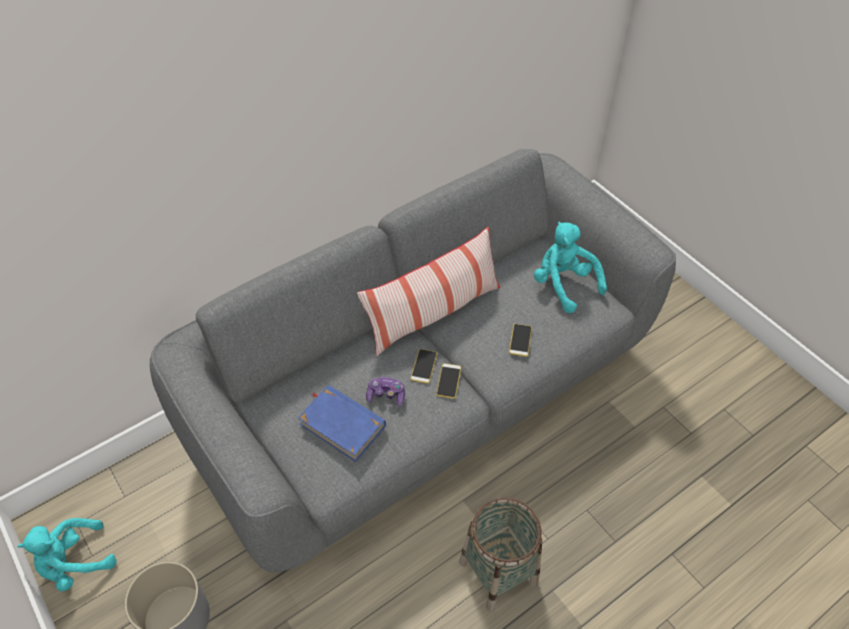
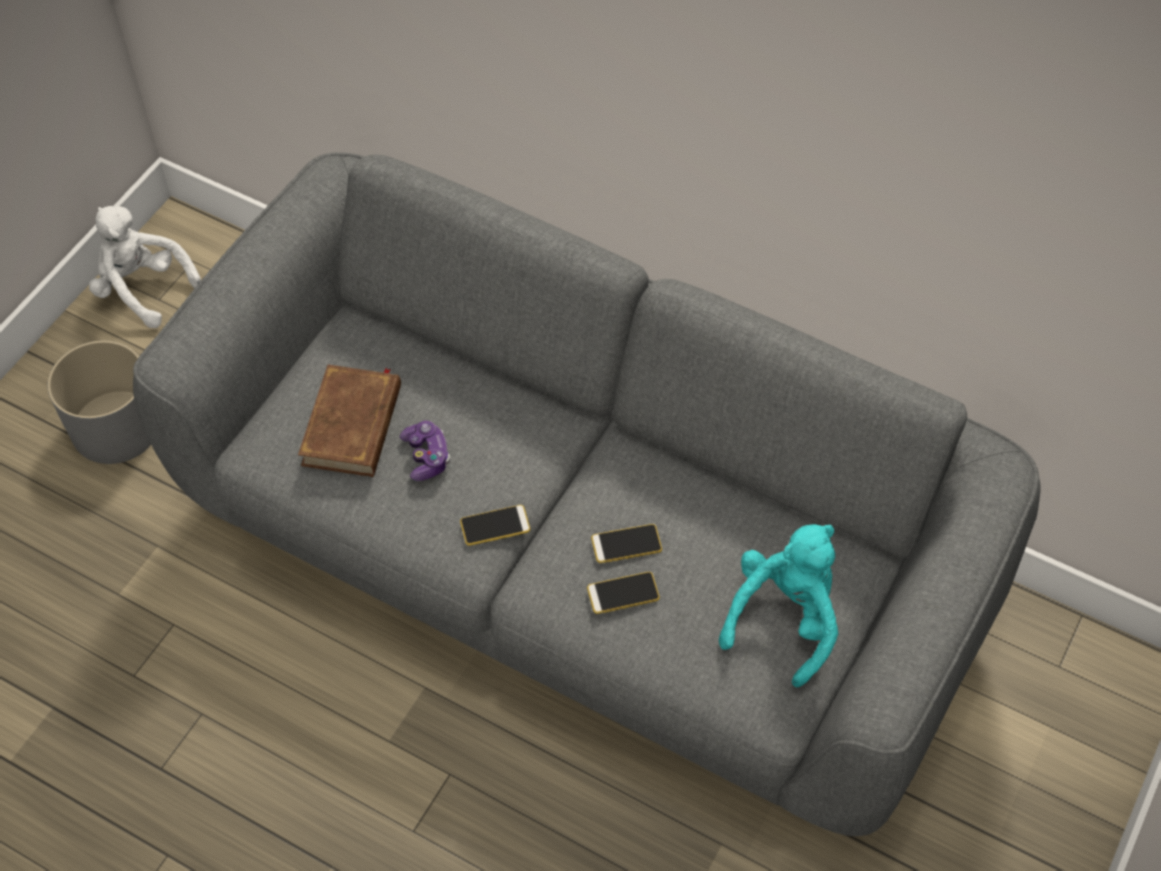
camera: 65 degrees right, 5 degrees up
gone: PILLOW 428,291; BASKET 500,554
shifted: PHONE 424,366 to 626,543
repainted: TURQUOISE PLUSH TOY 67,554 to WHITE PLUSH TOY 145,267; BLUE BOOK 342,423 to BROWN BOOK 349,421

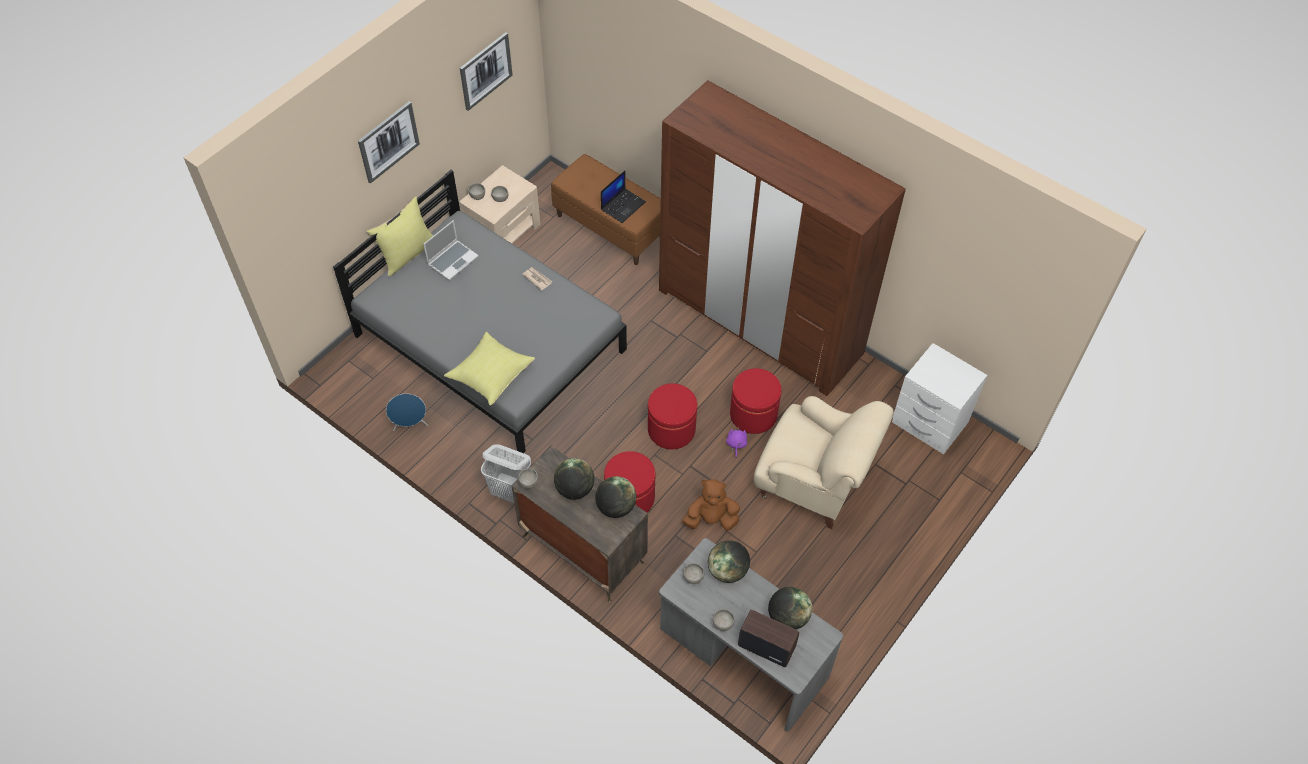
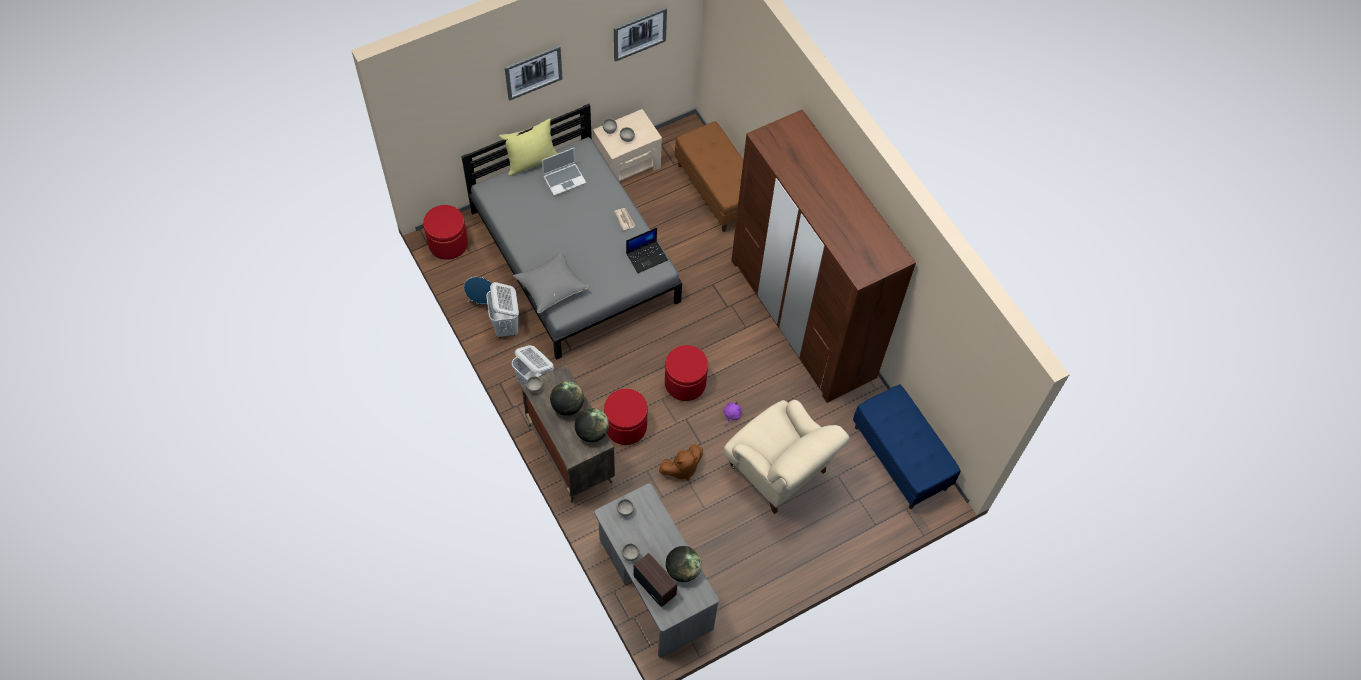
camera: 20 degrees right, 5 degrees up
gone: GLOBE 729,561
new: WHITE LAUNDRY BASKET 502,310
shifted: LAPTOP 623,197 to 647,250; RED OTTOMAN 756,401 to 445,232
swapped: WHITE NIGHTSTAND 939,398 to BLUE BENCH 907,446
repainted: YELLOW PILLOW 489,368 to GREY PILLOW 551,282
rotated: BROWN PLUSH TOY 711,505 = 681,462 135 degrees clockwise

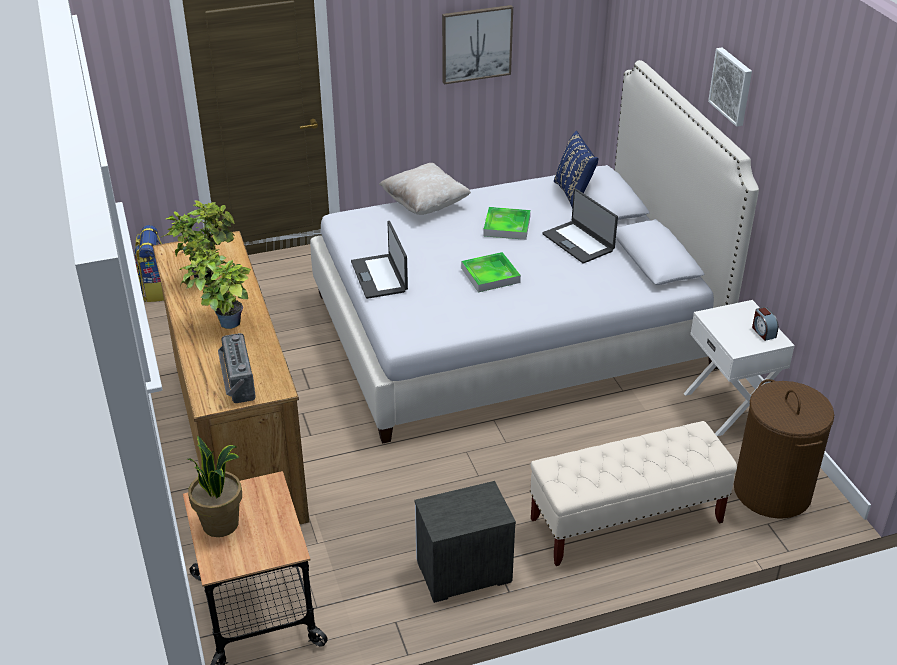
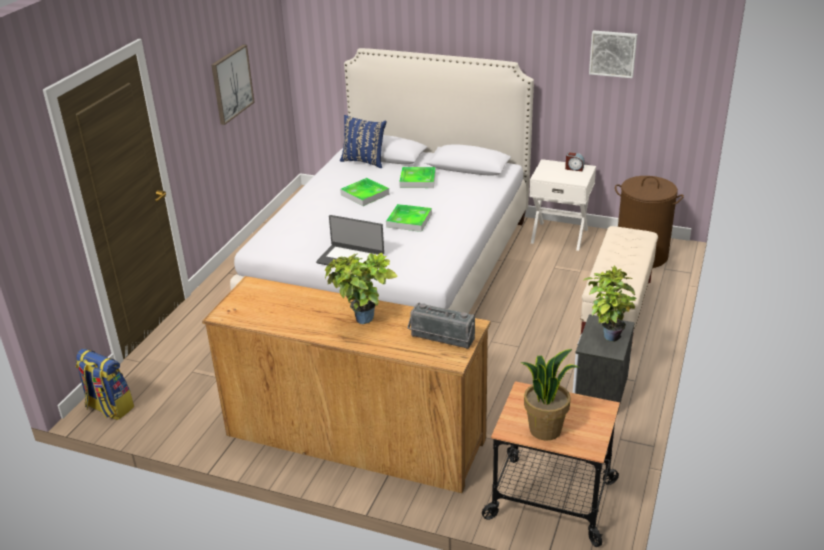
camera: 50 degrees left, 5 degrees down
gone: BEIGE PILLOW 425,189
shifted: POTTED PLANT 198,243 to 610,304; PICTURE 730,87 to 613,54
swapped: LAPTOP 580,226 to TRAY 417,177

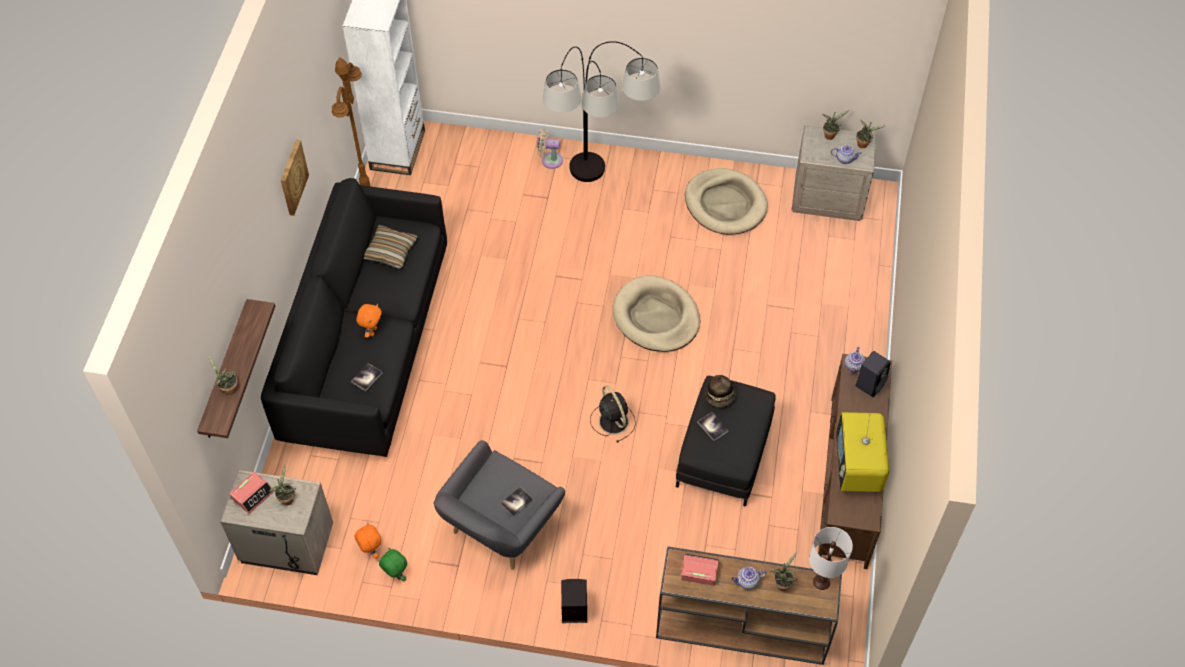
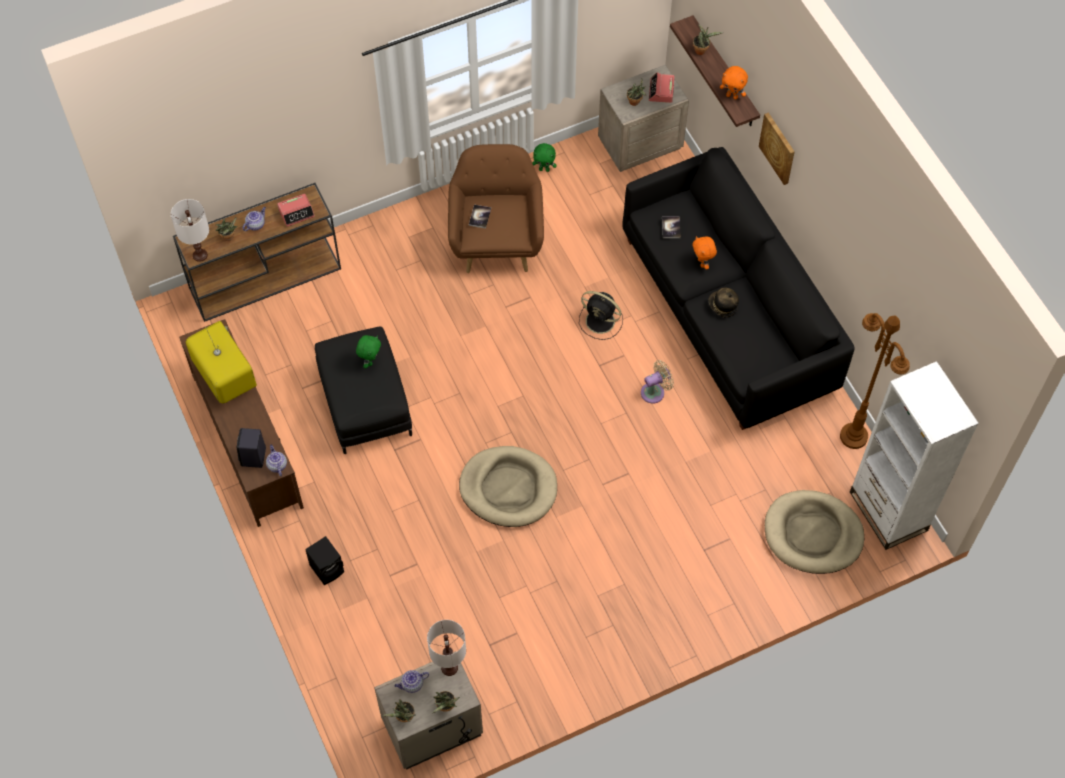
camera: 145 degrees right, 5 degrees up
gone: PILLOW 390,247; FLOOR LAMP 602,111
new: WHITE TABLE LAMP 446,648
shifted: PICTURE 295,178 to 777,149; ORANGE PLUSH TOY 368,541 to 734,83; BEIGE FAN 550,148 to 657,382; BLACK SPEAKER 574,601 to 324,560; BLACK FAN 613,414 to 601,315; BEIGE DOG BED 726,201 to 814,532; HAT 720,391 to 723,302
swapped: BOOK 713,426 to GREEN PLUSH TOY 368,351
repainted: GREY ARMCHAIR 499,505 to BROWN ARMCHAIR 496,208

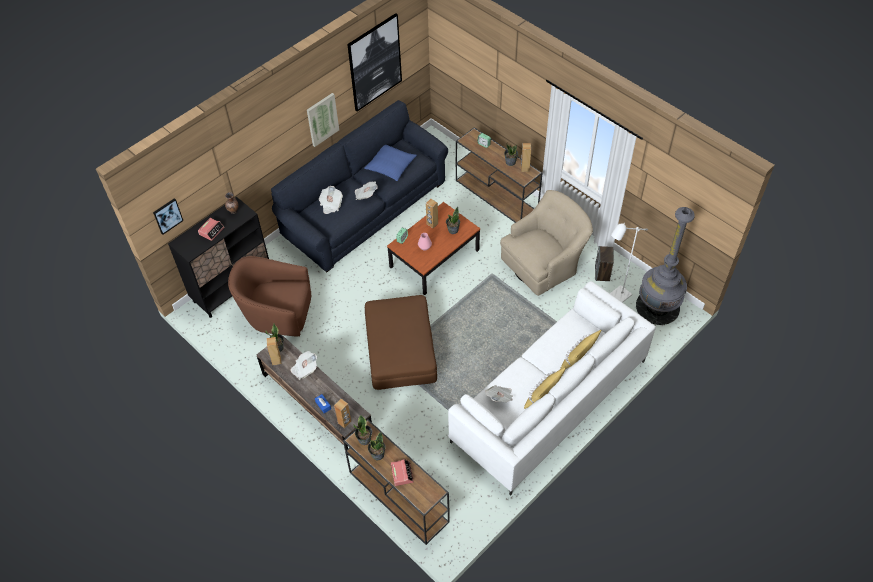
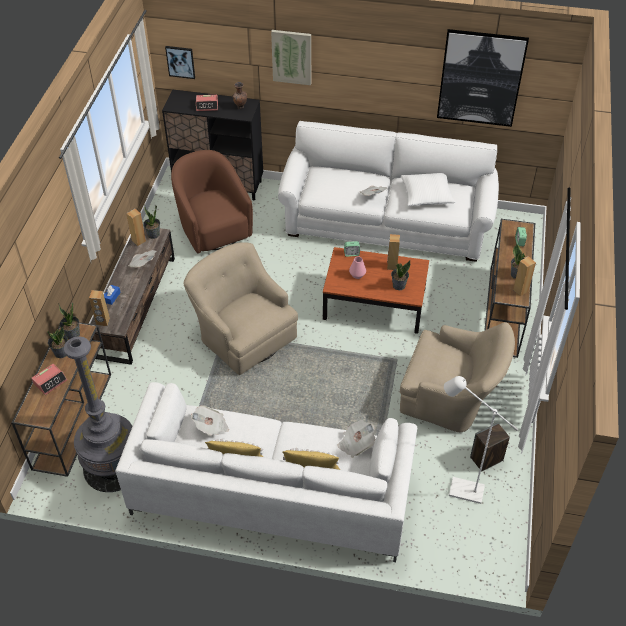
camera: 55 degrees right, 5 degrees down
shifted: PICTURE 323,120 to 291,57; NEWSPAPER 331,200 to 356,439; GREY FLOOR LAMP 665,266 to 98,414
swapped: BROWN OTTOMAN 401,342 to BEIGE ARMCHAIR 241,308
repainted: BLUE SOFA 359,186 to WHITE SOFA 388,191; BLUE PILLOW 390,163 to WHITE PILLOW 428,189

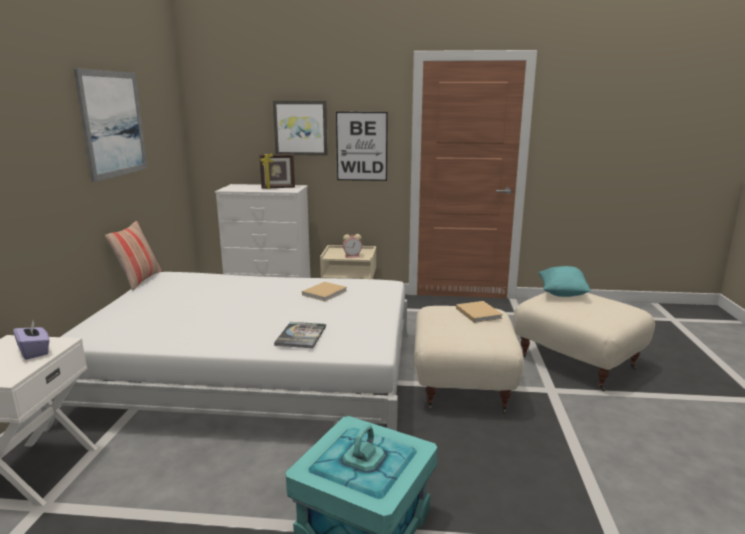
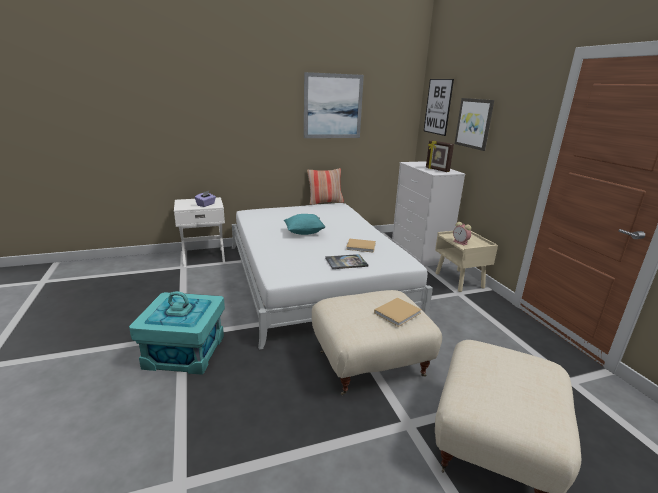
camera: 65 degrees right, 5 degrees up
shifted: BOOK 300,335 to 346,261; PICTURE 362,146 to 439,107; TURQUOISE PILLOW 564,281 to 305,224

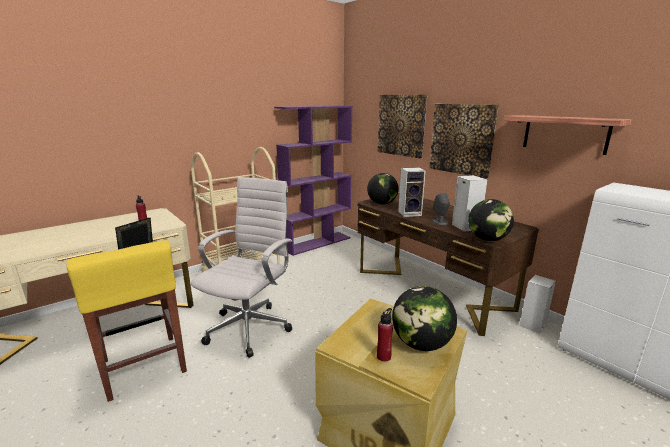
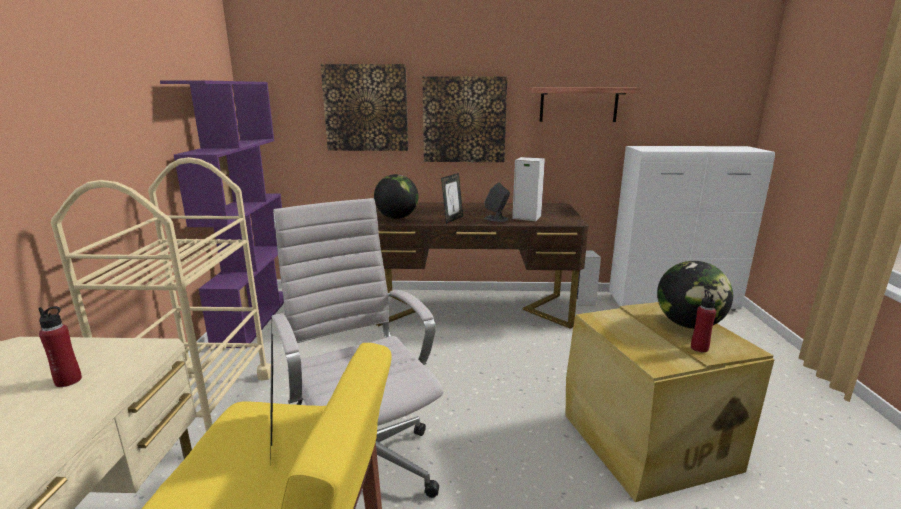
camera: 50 degrees left, 0 degrees up
gone: GLOBE 491,220
swapped: SPEAKER 411,192 to PICTURE FRAME 452,198

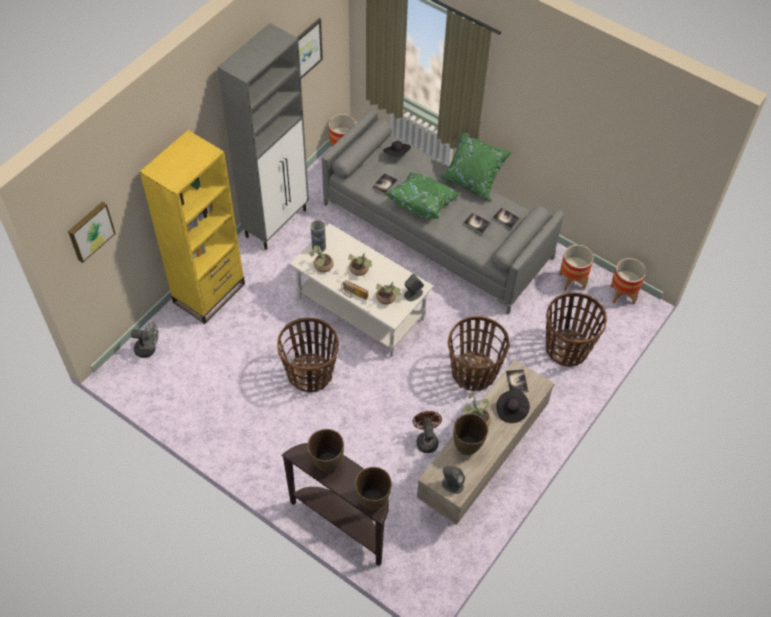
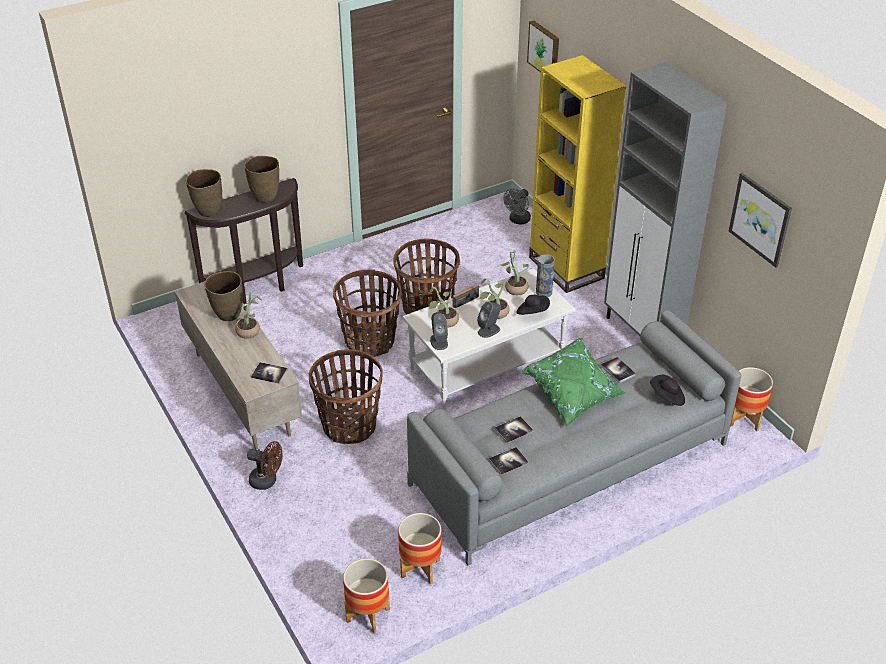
camera: 115 degrees right, 15 degrees down
gone: GREEN PILLOW 476,167
shifted: BROWN FAN 427,432 to 265,465; GREY SPEAKER 453,480 to 489,320; BLACK HAT 513,406 to 533,305; BASKET 576,329 to 367,313

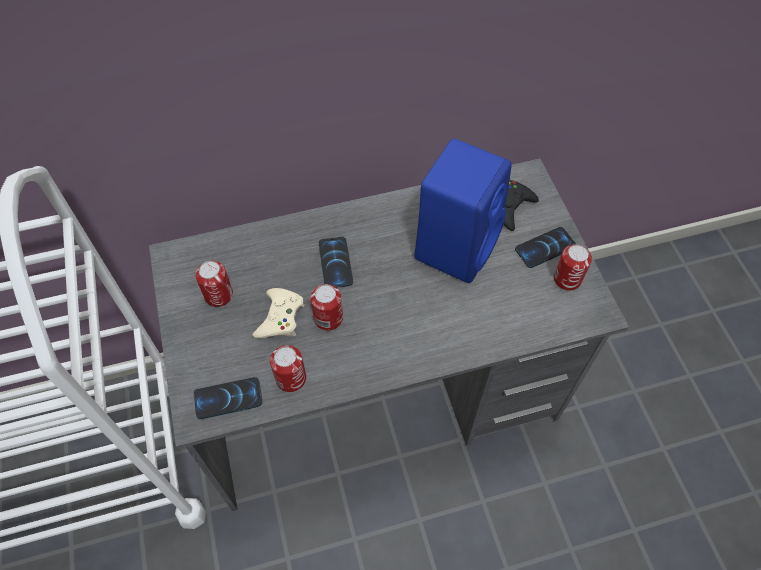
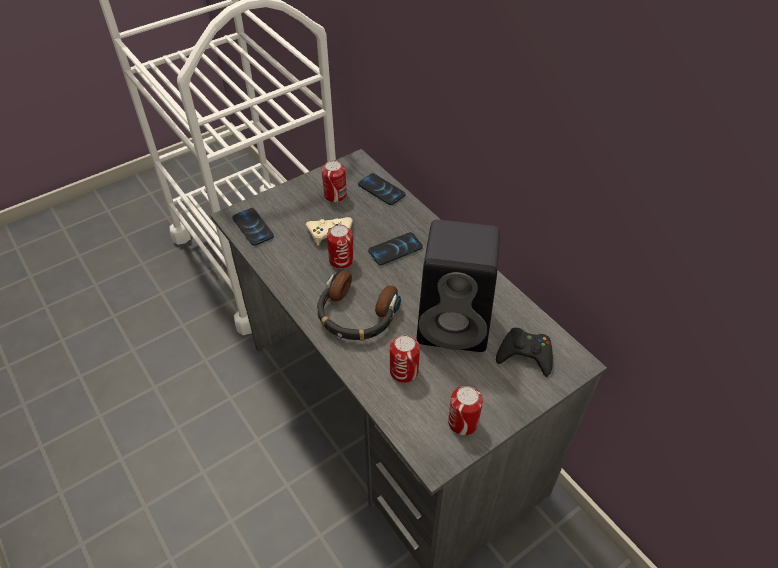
camera: 70 degrees right, 10 degrees down
new: HEADPHONES 359,306
shifted: CAN 288,368 to 405,359; PHONE 545,247 to 381,189
repainted: BLUE SPEAKER 463,211 to BLACK SPEAKER 458,286

